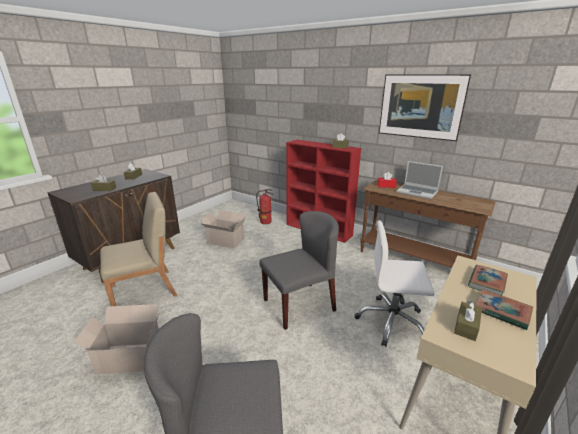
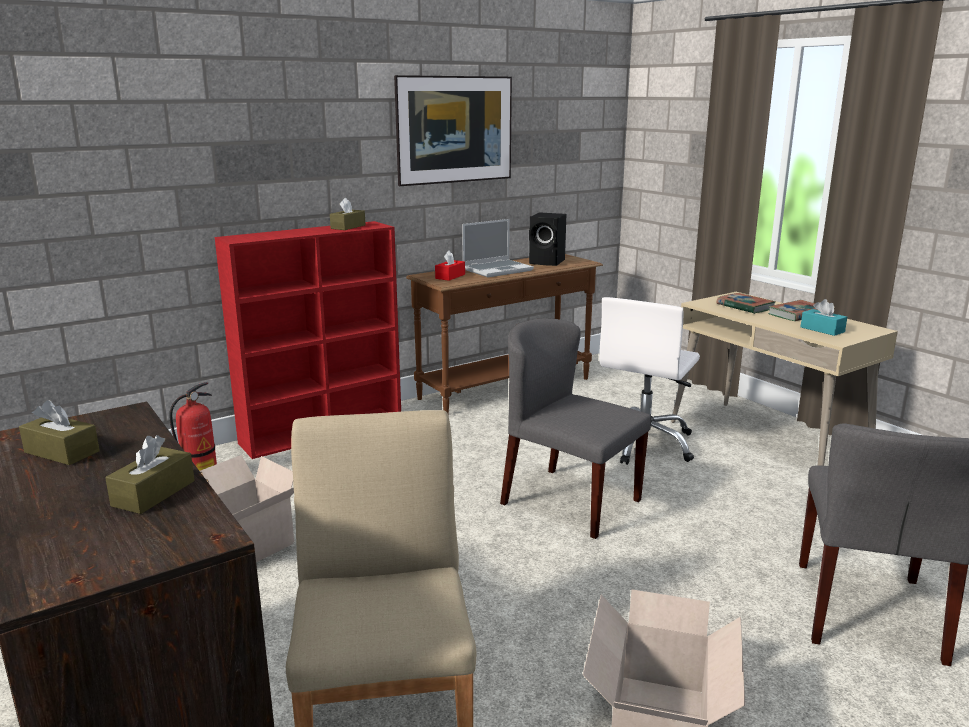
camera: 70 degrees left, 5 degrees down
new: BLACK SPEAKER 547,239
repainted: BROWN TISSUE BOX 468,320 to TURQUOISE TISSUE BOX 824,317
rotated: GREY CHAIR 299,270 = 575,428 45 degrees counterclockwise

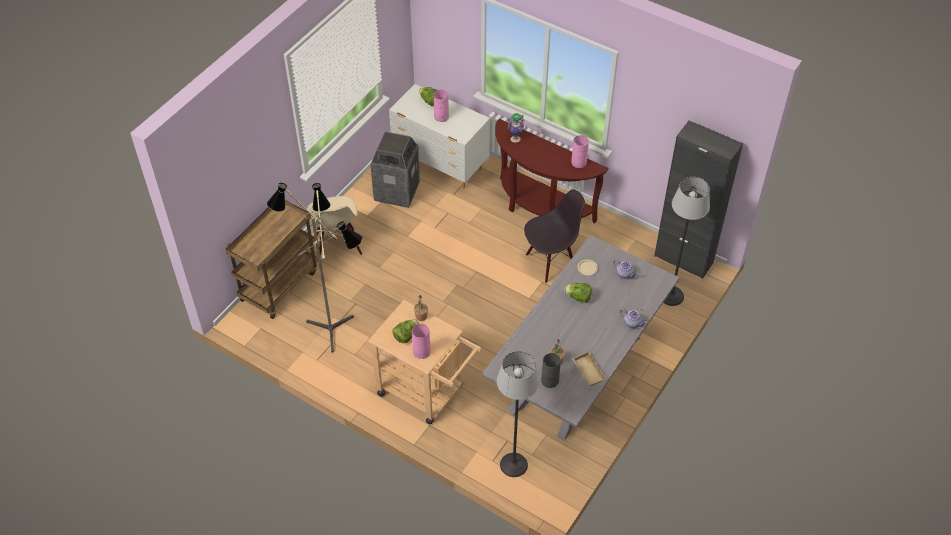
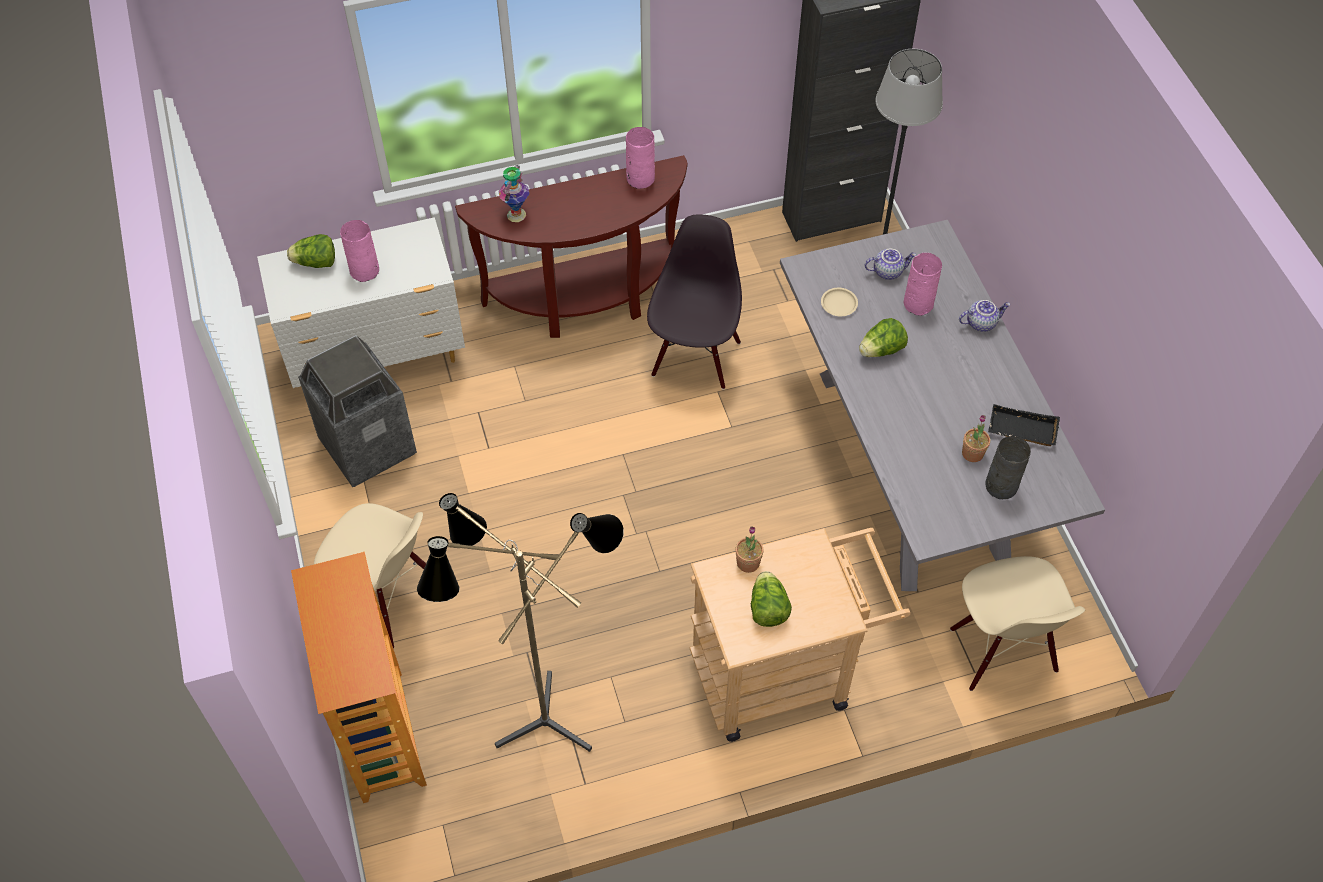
camera: 50 degrees left, 5 degrees up
shifted: PINK VASE 421,341 to 923,284
swapped: BROWN CART 271,259 to BOOKCASE 359,677; FLOOR LAMP 518,414 to BEIGE CHAIR 1017,623
repainted: BEIGE TRAY 589,369 to BLACK TRAY 1024,425

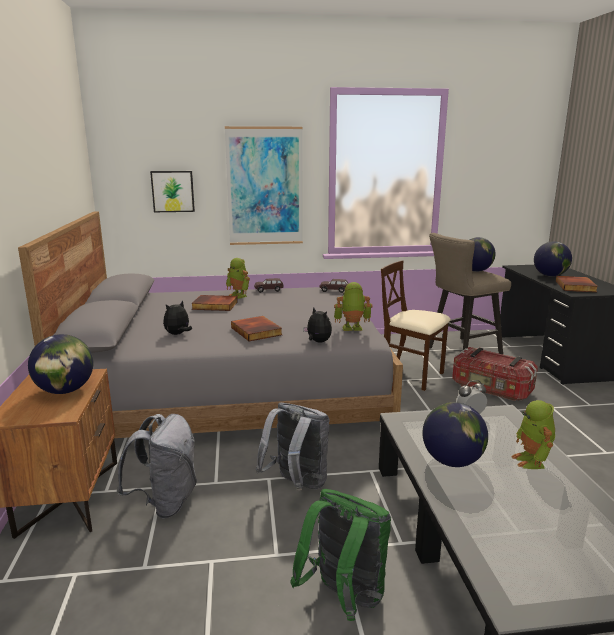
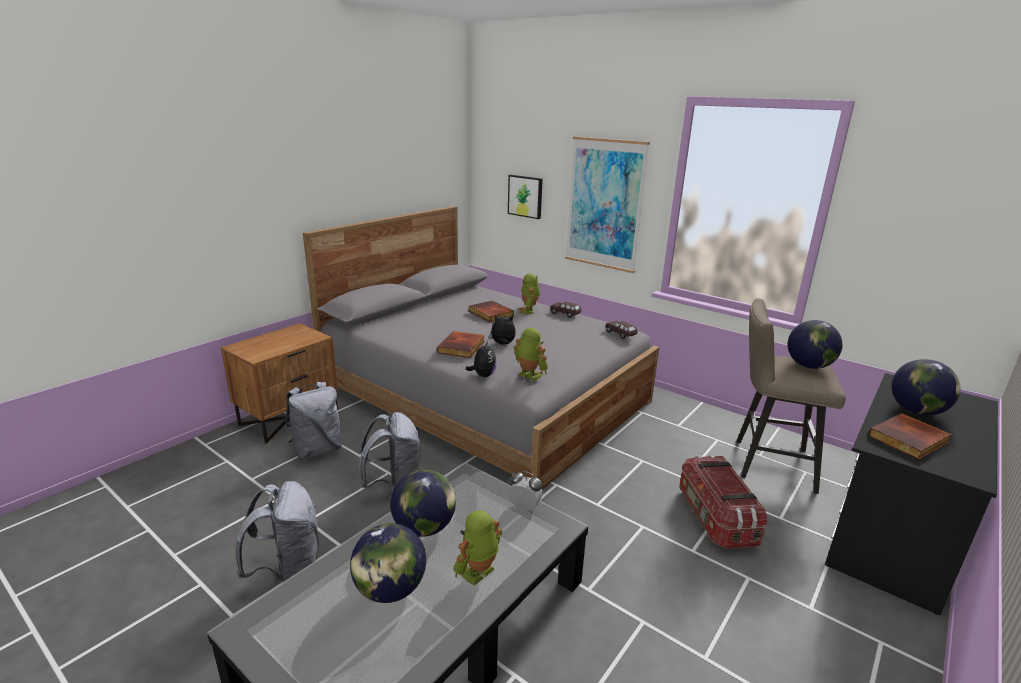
camera: 45 degrees right, 5 degrees up
gone: BEIGE CHAIR 416,325
shifted: GLOBE 60,364 to 388,563; PLUSH TOY 177,318 to 502,330
repainted: GREEN BACKPACK 340,555 to GREY BACKPACK 277,532

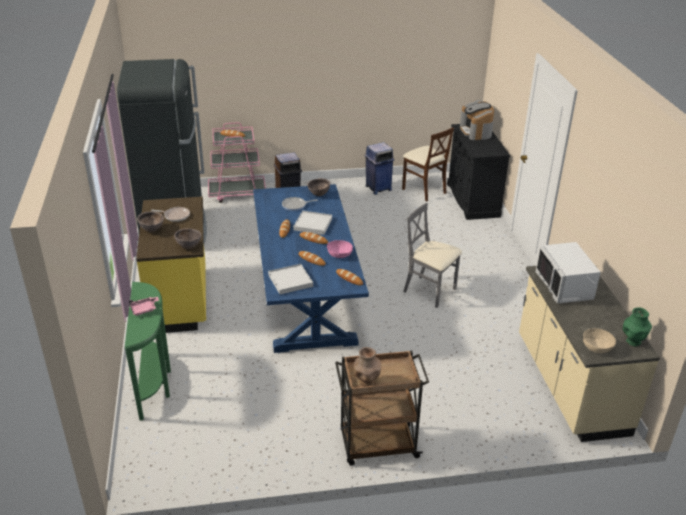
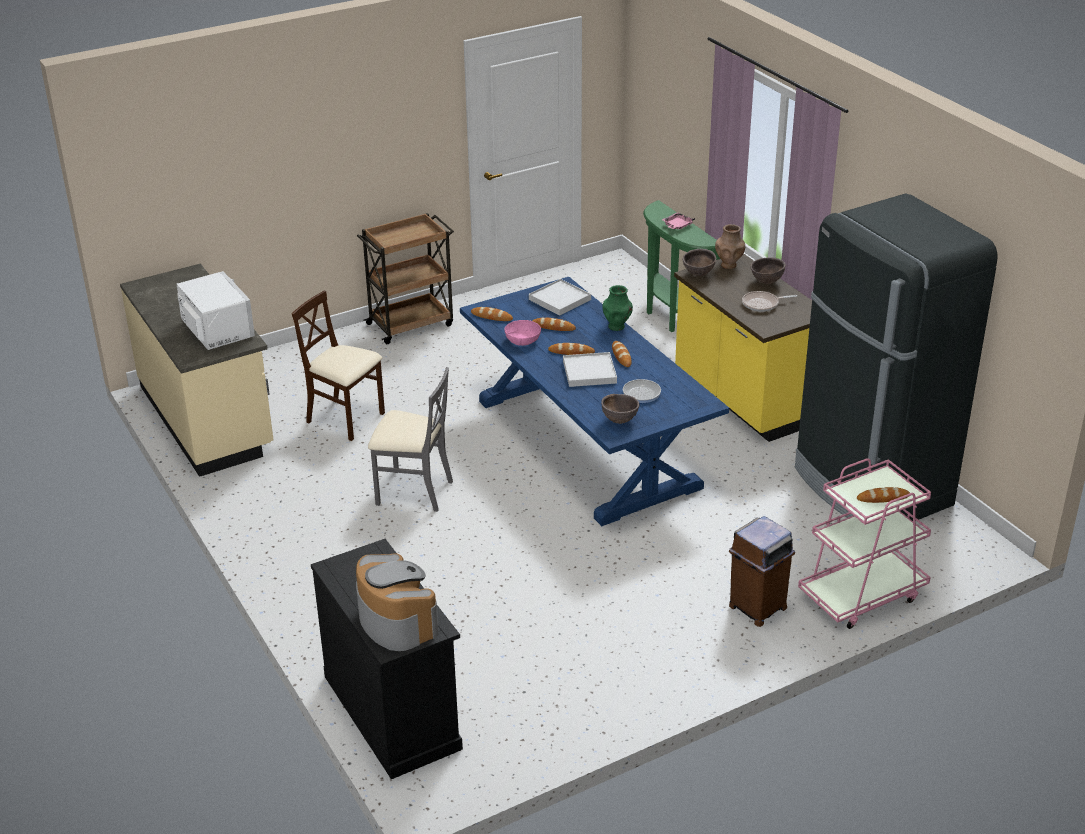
camera: 160 degrees right, 0 degrees up
gone: BLUE TRASH CAN 379,168; BEIGE BOWL 599,340
shifted: BROWN VASE 367,367 to 730,246; BEIGE CHAIR 428,164 to 338,366; GREEN VASE 637,326 to 617,308

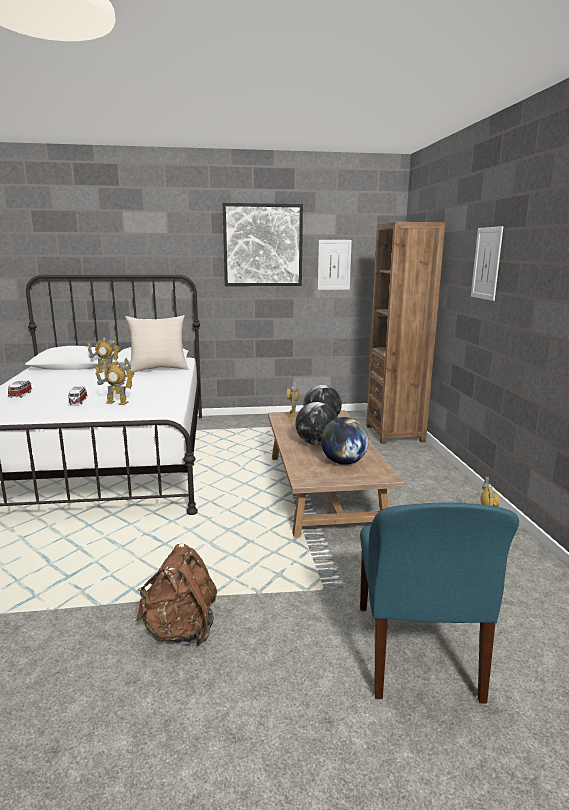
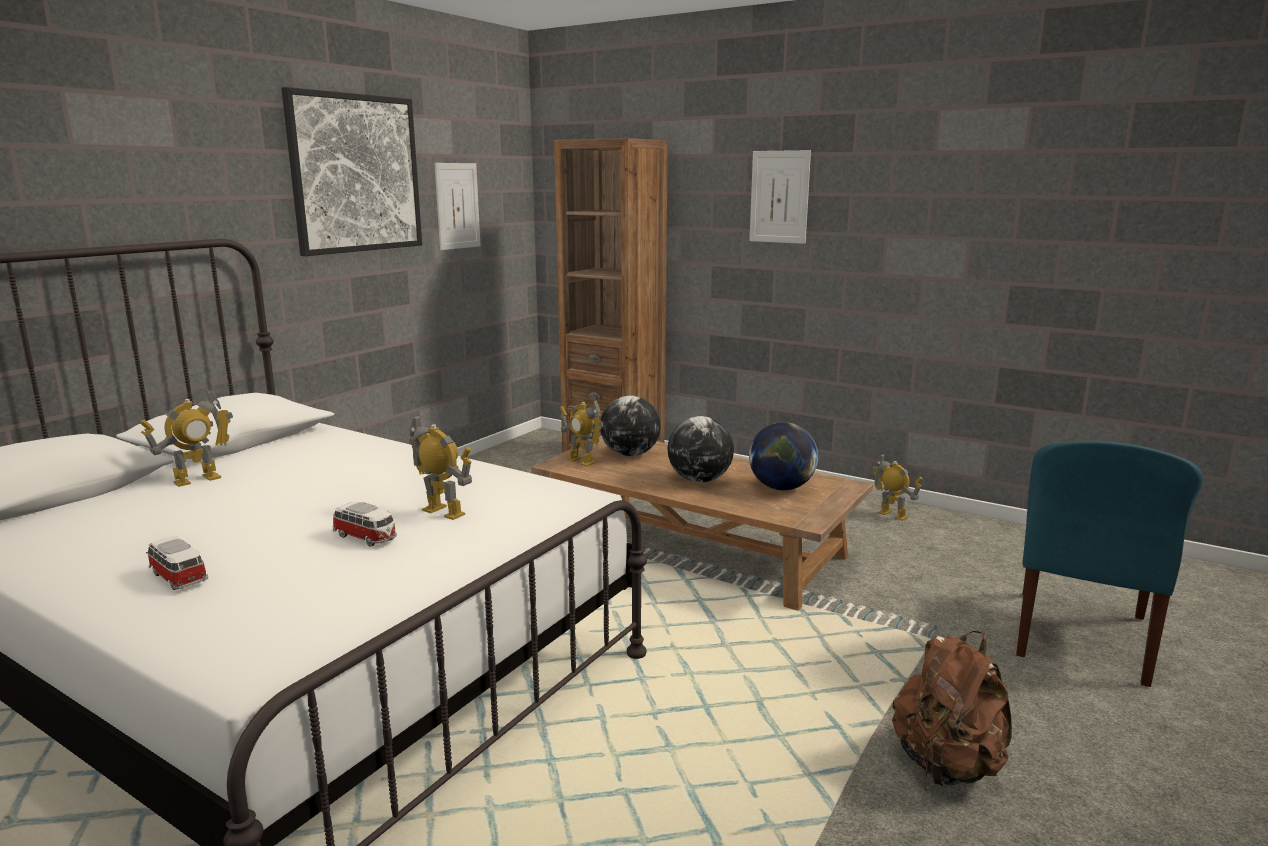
camera: 50 degrees left, 0 degrees up
gone: BEIGE PILLOW 157,343
rotated: TOY ROBOT 115,381 = 440,467 105 degrees counterclockwise; BLUE CHAIR 439,603 = 1109,564 75 degrees clockwise

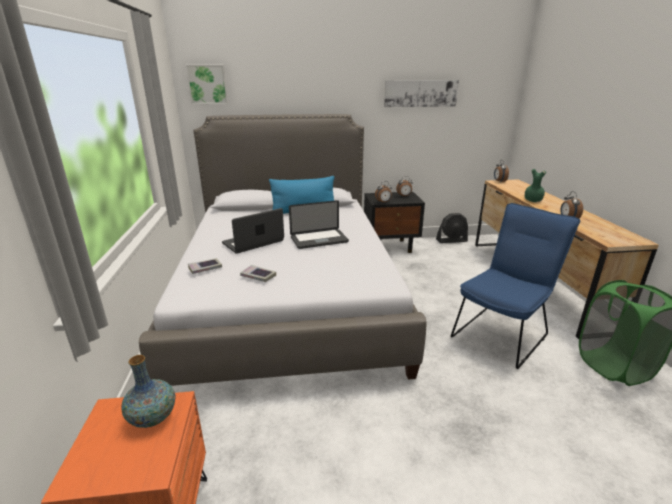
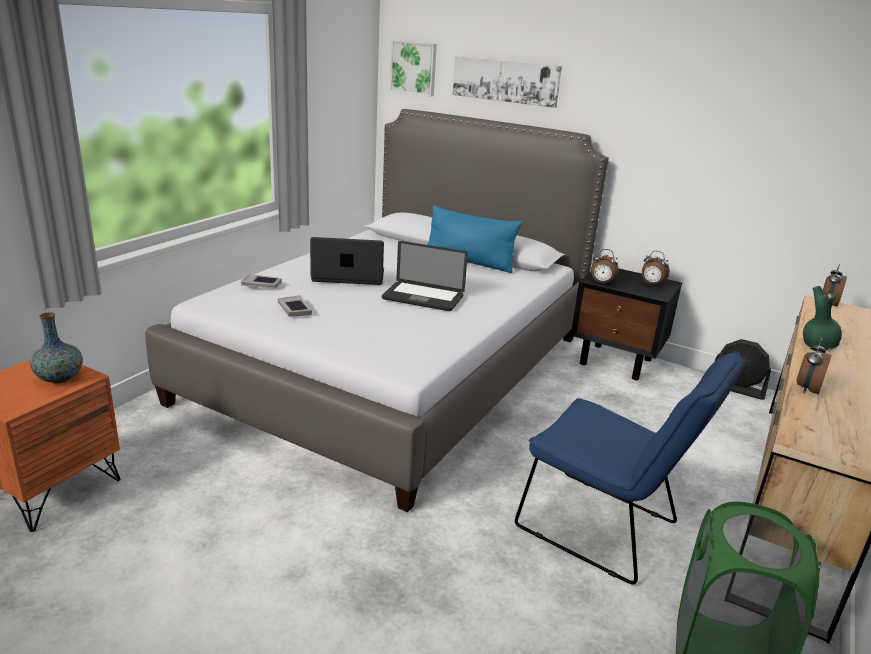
camera: 35 degrees right, 0 degrees up
shifted: PICTURE 421,93 to 507,82
rotated: BLUE CHAIR 515,286 = 629,468 45 degrees clockwise

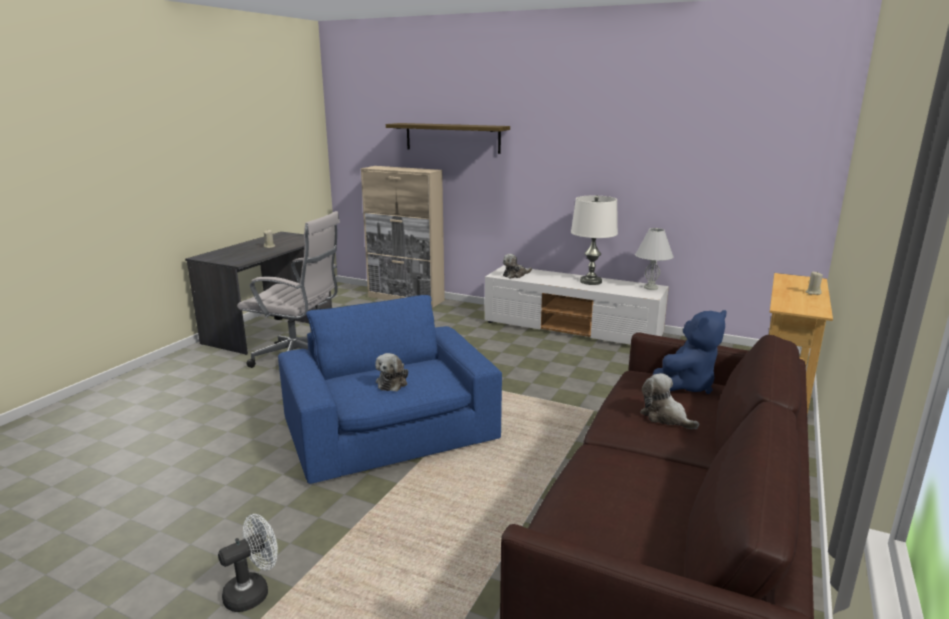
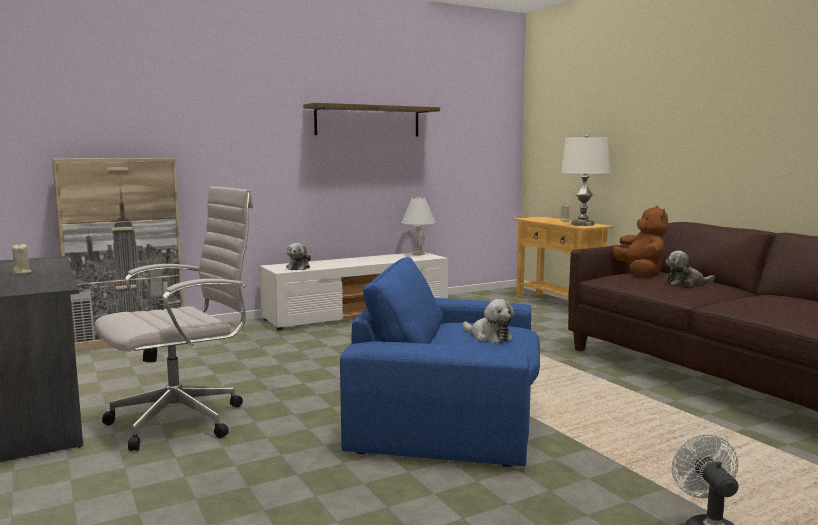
camera: 55 degrees left, 10 degrees down
shifted: SHELF 448,138 to 371,119; WHITE TABLE LAMP 594,240 to 585,180
repainted: BLUE PLUSH TOY 690,352 to BROWN PLUSH TOY 640,241

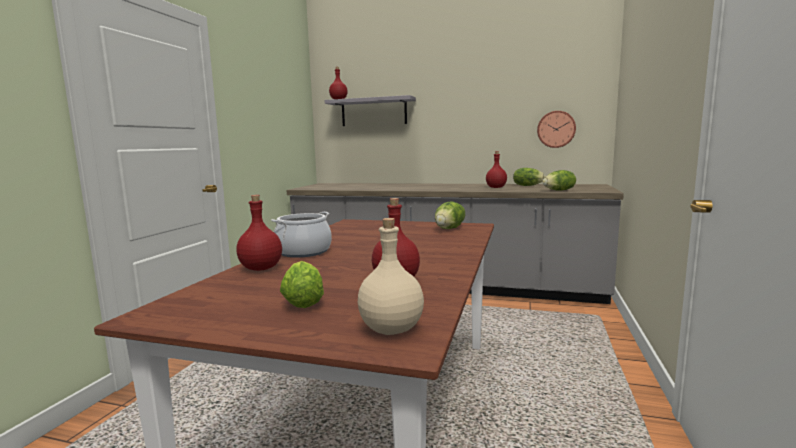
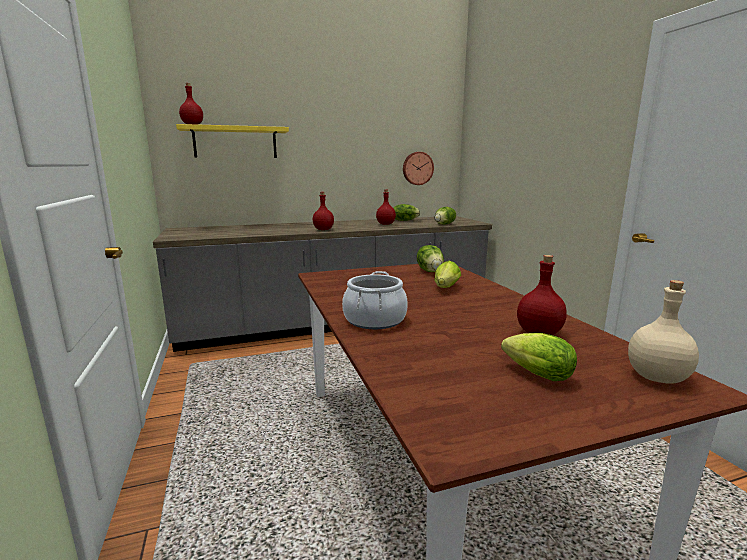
camera: 35 degrees left, 5 degrees up
new: LETTUCE 448,274
shifted: RED BOTTLE 259,233 to 323,211
repainted: GREY SHELF 370,110 to YELLOW SHELF 232,141

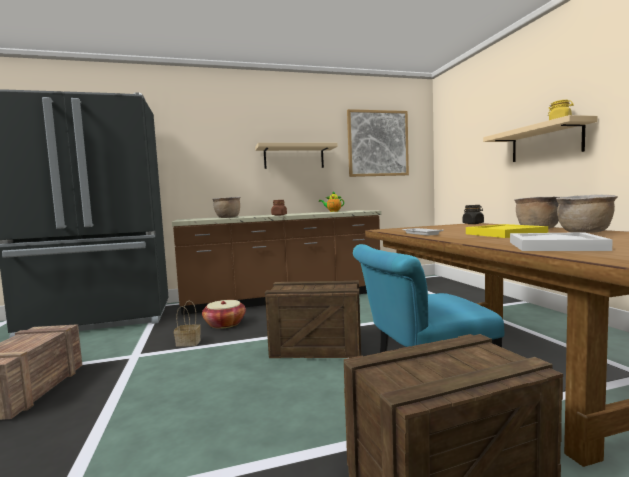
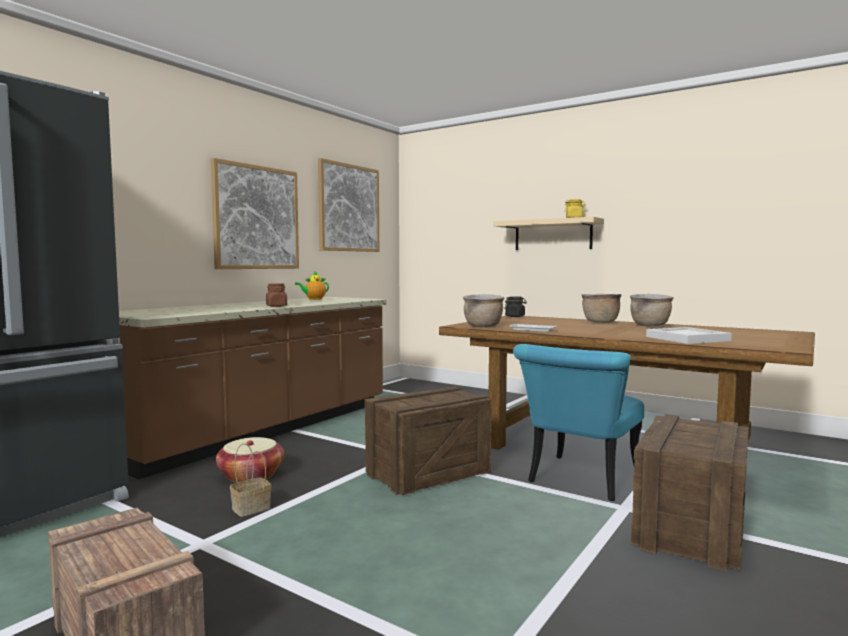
camera: 40 degrees left, 0 degrees up
gone: YELLOW TRAY 507,231
shifted: BROWN COOKING POT 226,207 to 484,310
swapped: BEIGE SHELF 296,156 to PICTURE 255,213

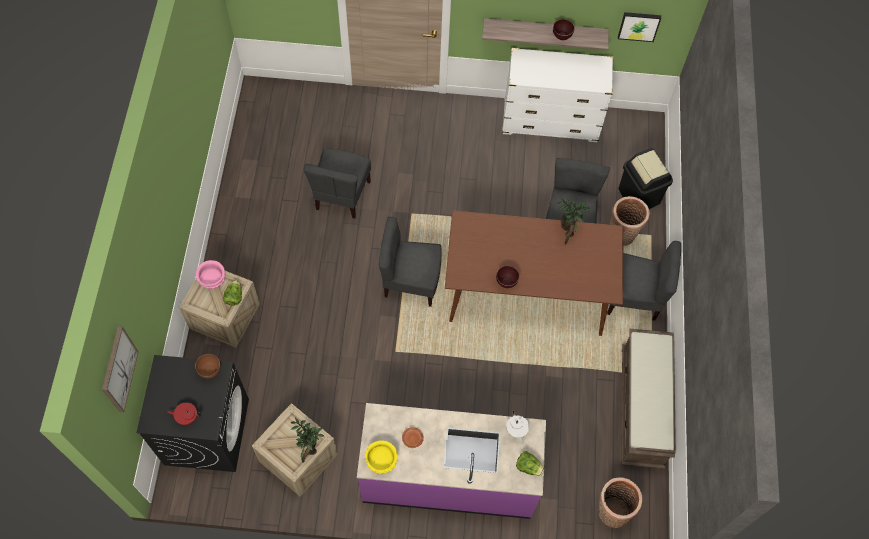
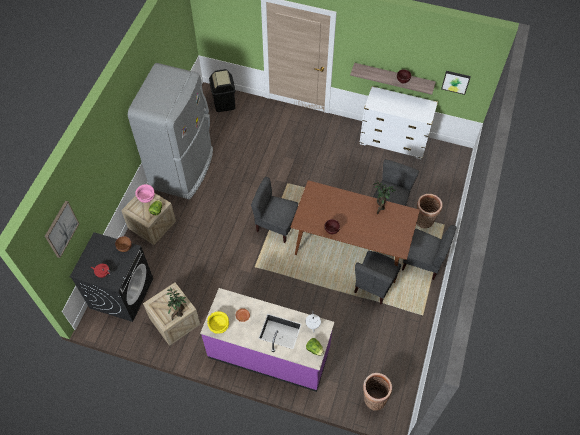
camera: 15 degrees right, 5 degrees down
gone: BROWN BENCH 648,399
new: GREY FRIDGE 170,131
shifted: GREY CHAIR 337,184 to 377,278; BLACK TRASH CAN 645,178 to 222,90

